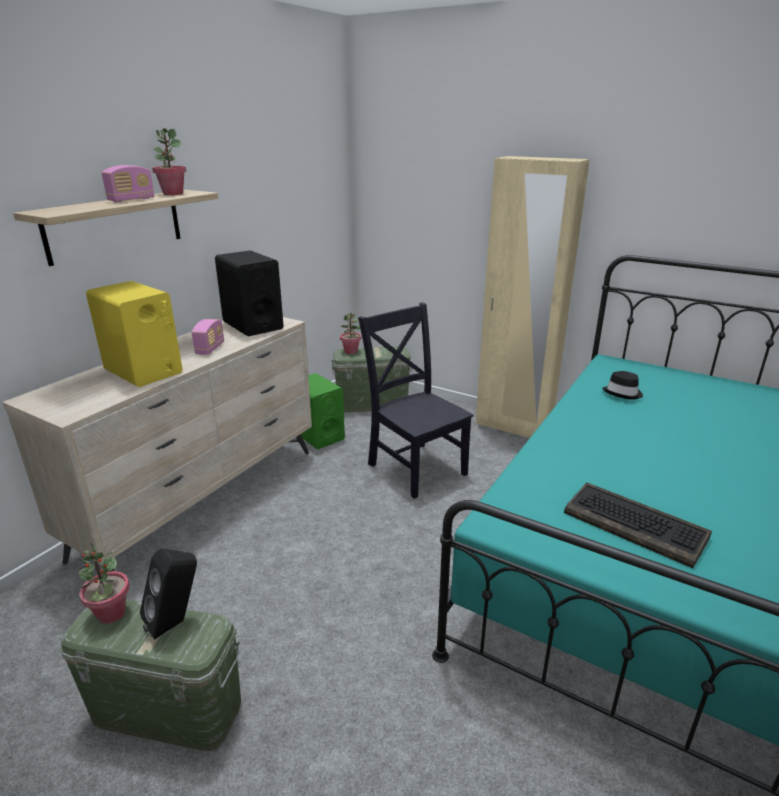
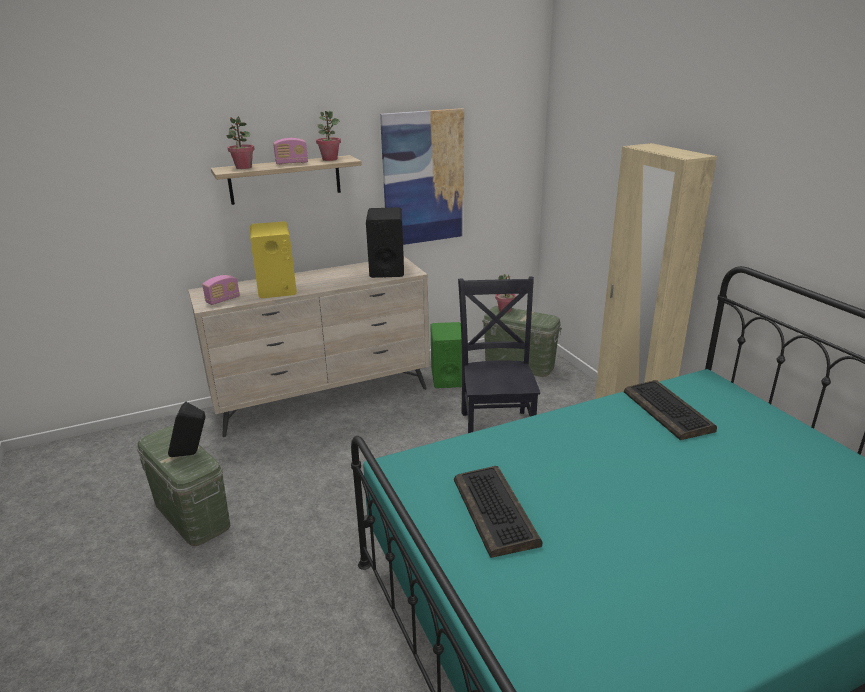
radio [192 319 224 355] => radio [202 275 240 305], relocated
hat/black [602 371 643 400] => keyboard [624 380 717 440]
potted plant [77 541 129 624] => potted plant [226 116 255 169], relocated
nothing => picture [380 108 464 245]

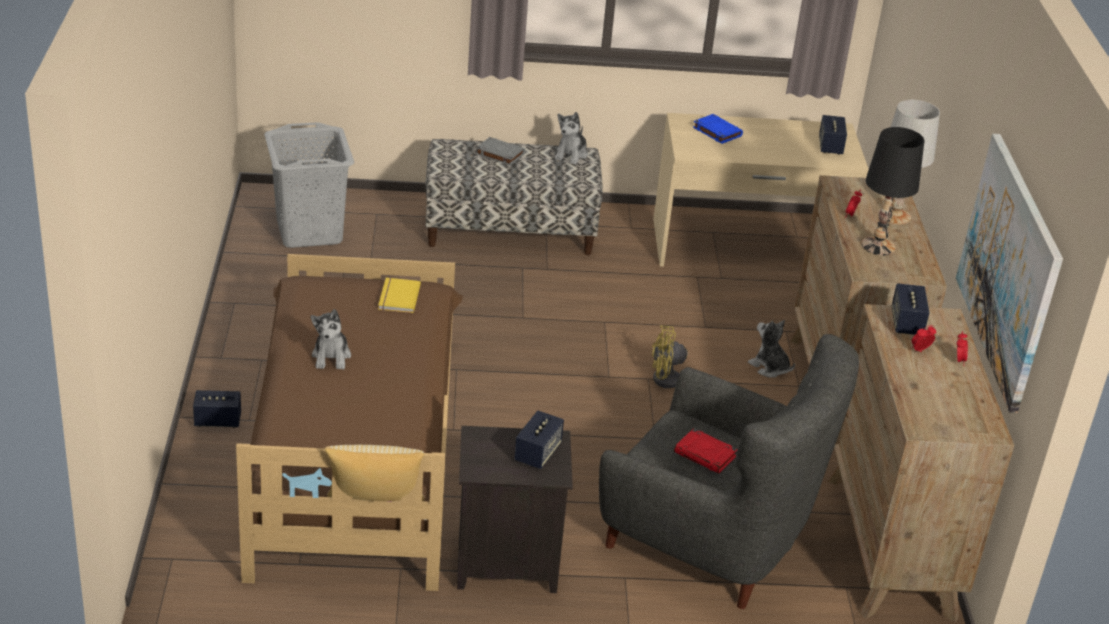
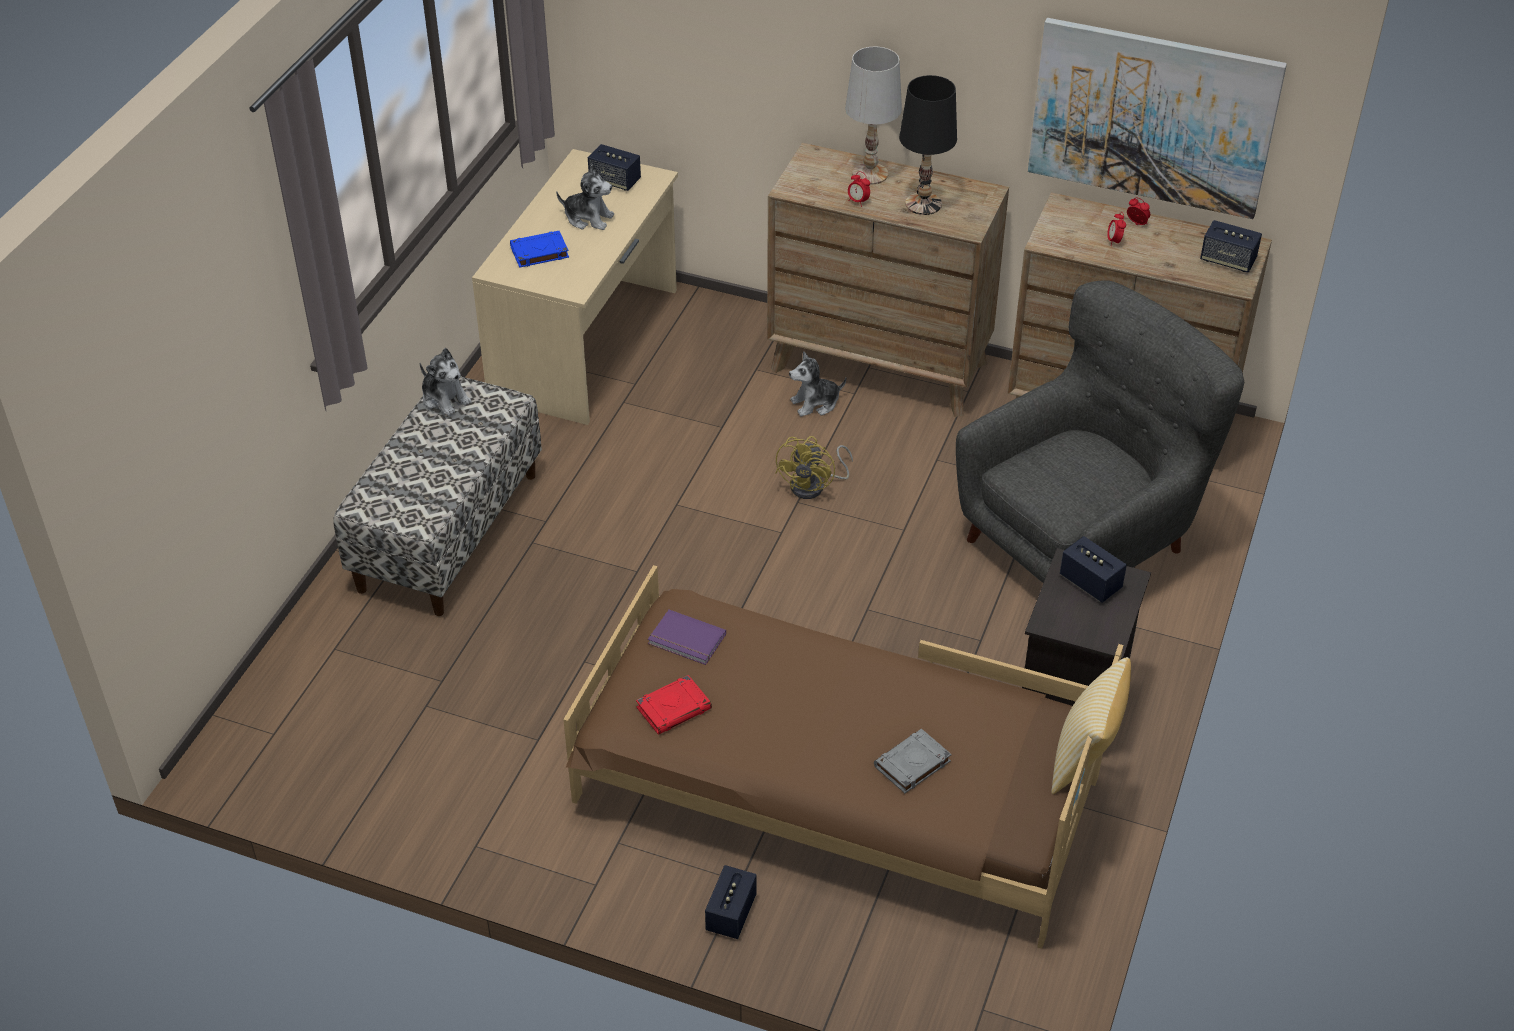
laundry basket/grey [264 122 354 248] => nothing
book/grey [476 137 525 166] => book/grey [874 729 951 793], relocated
book/yellow [378 278 421 313] => book/purple [648 610 726 665]
speaker [892 283 929 335] => speaker [1200 220 1262 272], relocated
plush toy [311 309 351 370] => plush toy [556 164 614 230], relocated
book/red [674 428 738 473] => book/red [636 675 712 735], relocated

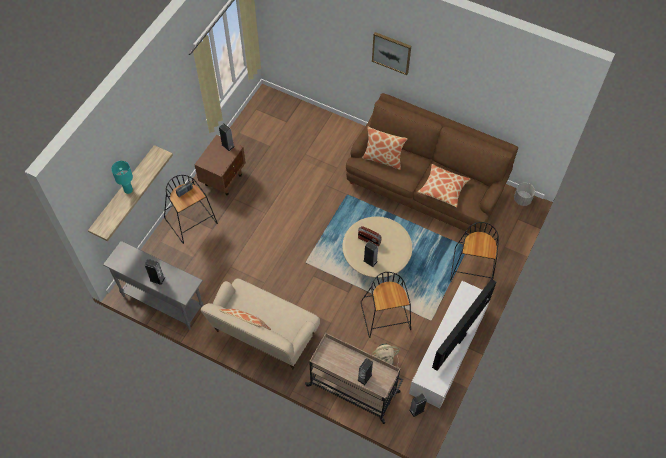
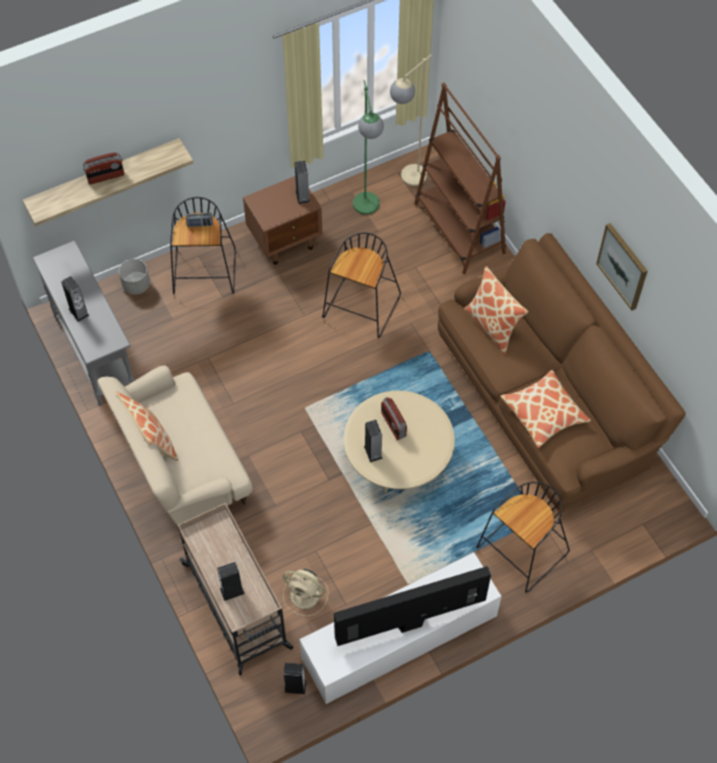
picture [372 32 411 75] => picture [596 223 647 310], relocated
table lamp/turquoise [111 161 133 194] => radio [83 152 124 184]
planter/grey [514 183 535 206] => planter/grey [119 259 150 295], relocated
stool/black [361 272 411 338] => stool/black [322 233 401 338], relocated
nothing => floor lamp/beige [390 54 432 186]
nothing => floor lamp/green [353 80 384 215]
nothing => bookcase/brown [414 82 506 274]

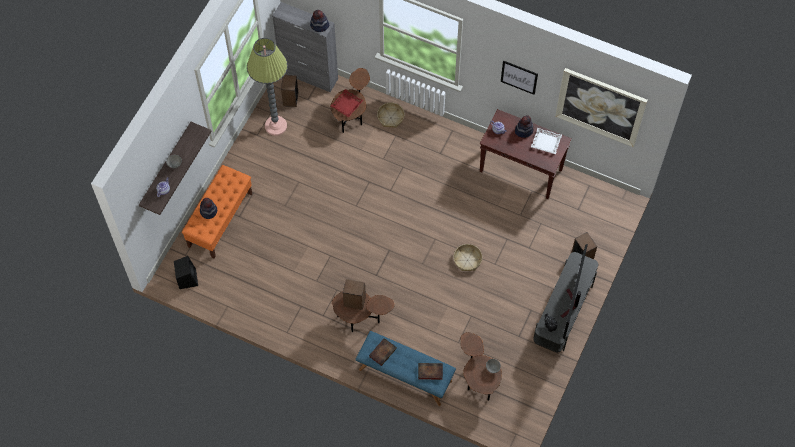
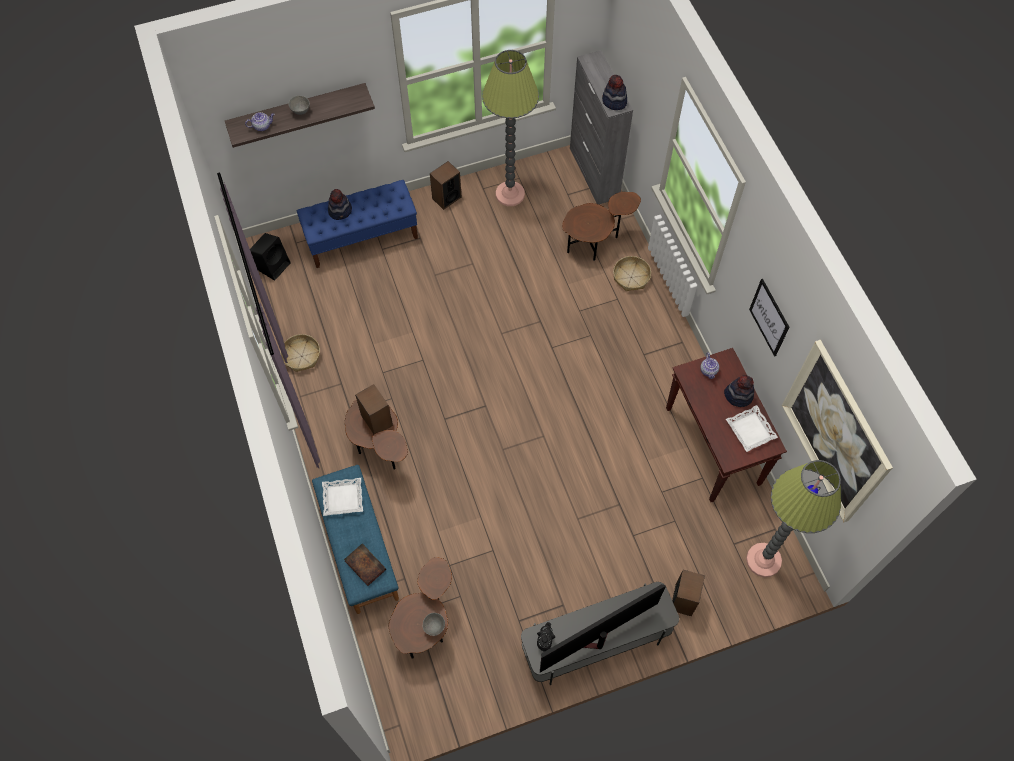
speaker [281 75 298 107] => speaker [430 161 461 210], relocated
tray/red [331 89 364 118] => nothing
bench/orange [182 165 252 259] => bench/blue [297 180 418 268]
basket [453 244 482 271] => basket [280 334 320 372], relocated
book [369 338 397 366] => tray/white [322 478 363 516]
nothing => floor lamp [746 460 841 577]

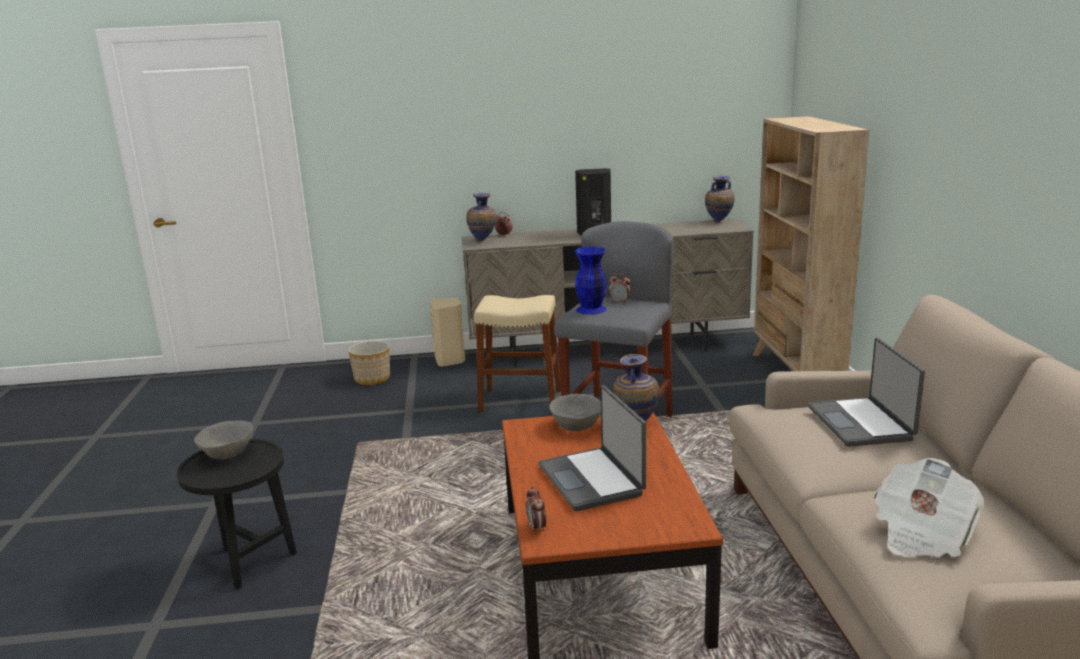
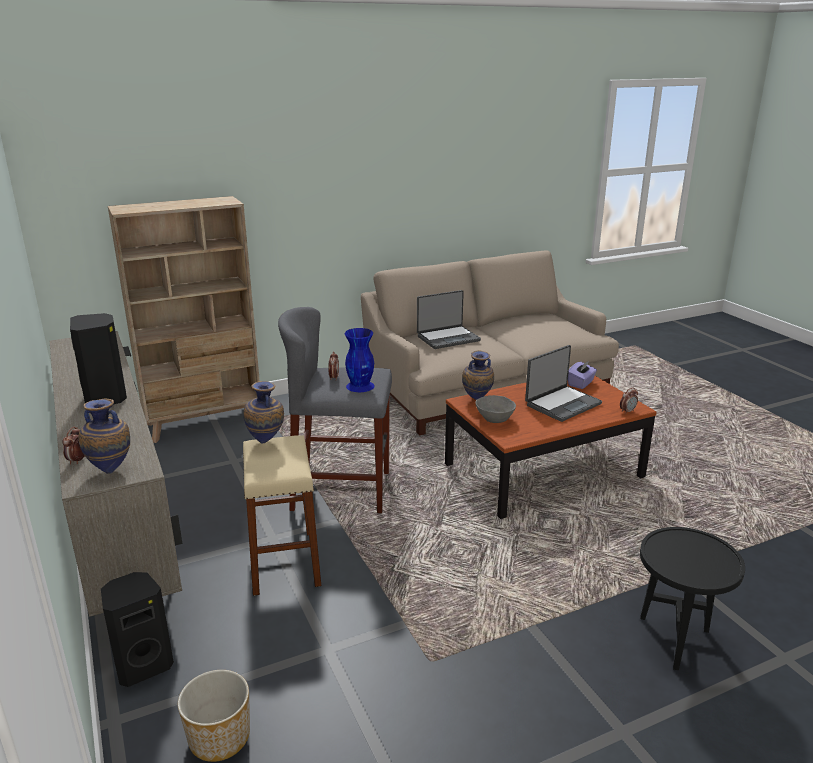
vase [705 175 734 222] => vase [243 381 284 444], relocated
speaker/beige [430 298 465 367] => speaker/black [101 572 174 687]
bowl/grey [194 421 253 460] => nothing
newspaper [874 458 985 557] => nothing
nothing => tissue box/purple [568 360 597 389]

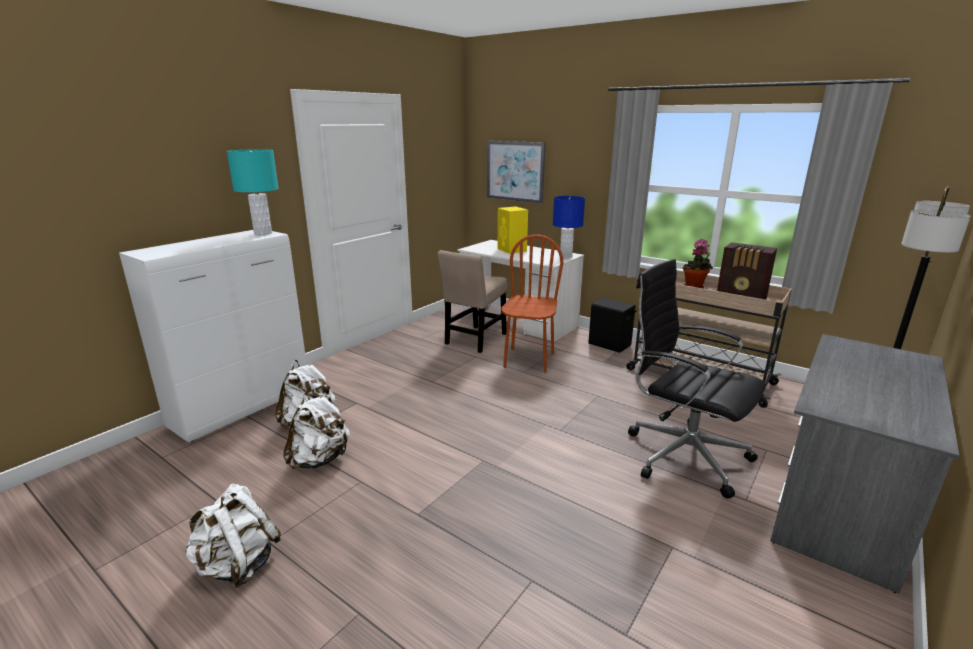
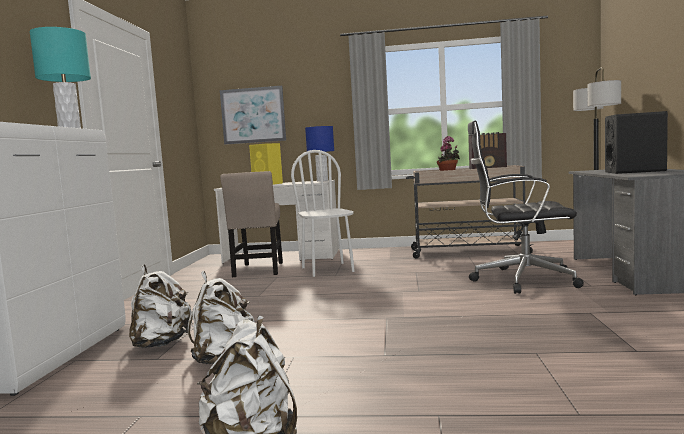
chair/brown [501 234 563 373] => chair/white [291 150 355 277]
speaker/black [588 298 637 353] => speaker/black [605 111 668 174], relocated

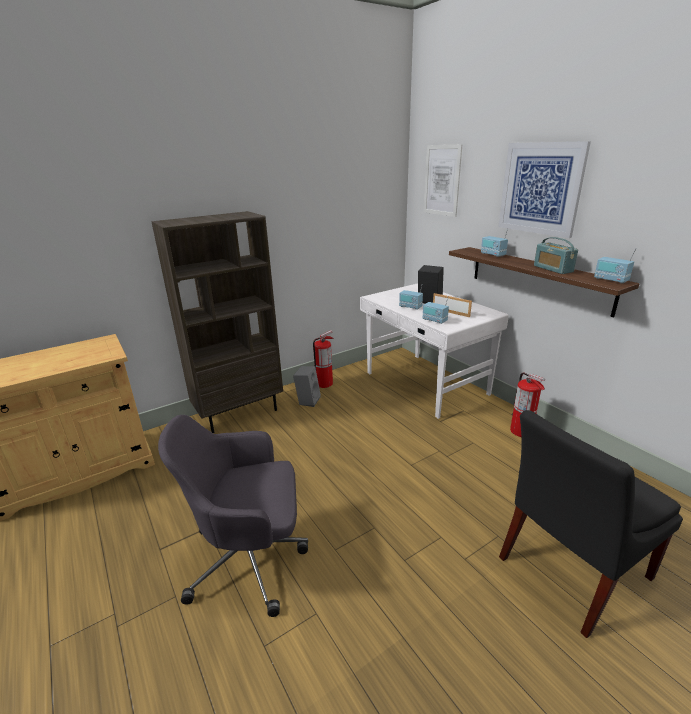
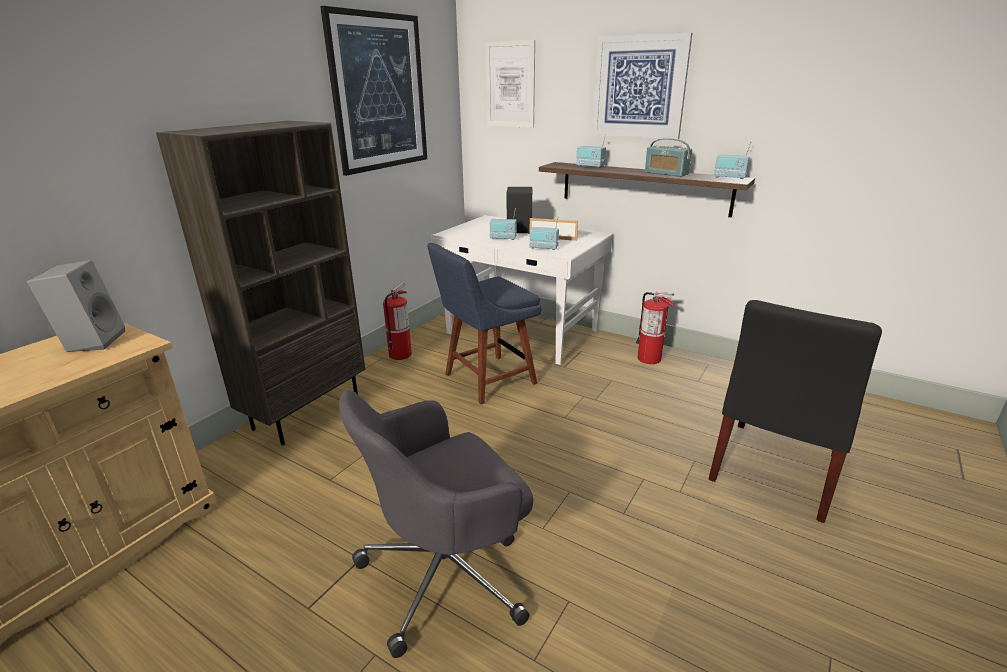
speaker/grey [293 366 321 407] => speaker/grey [27 260 125 352], relocated
nothing => picture [320 6 427 176]
nothing => chair/blue [427 243 542 404]

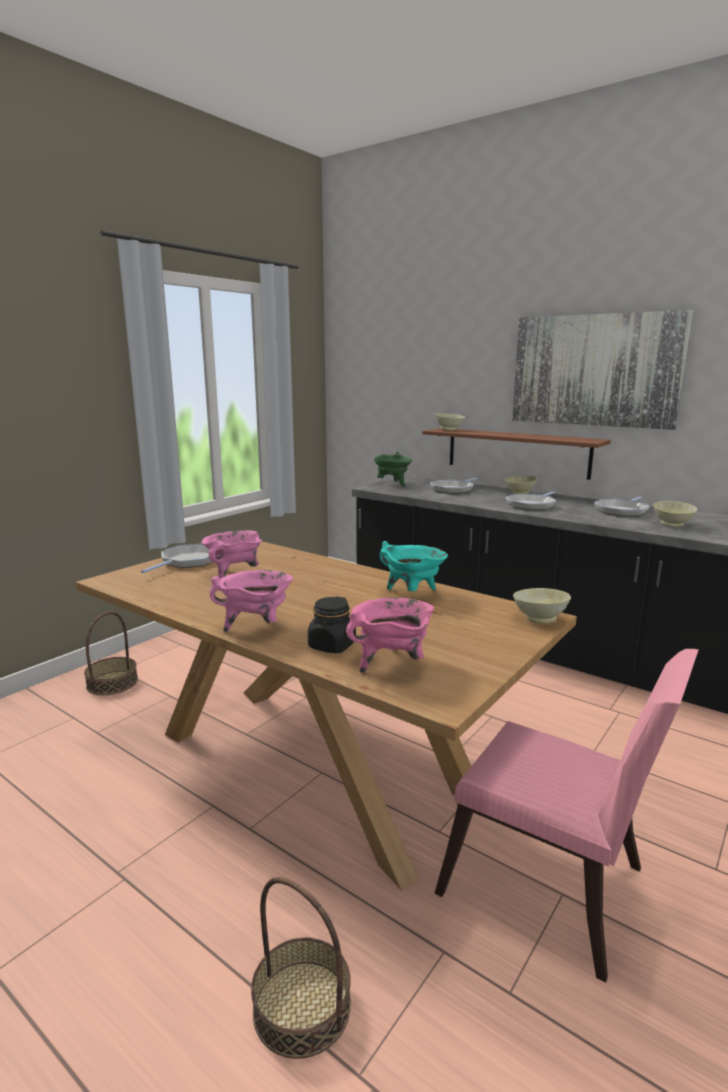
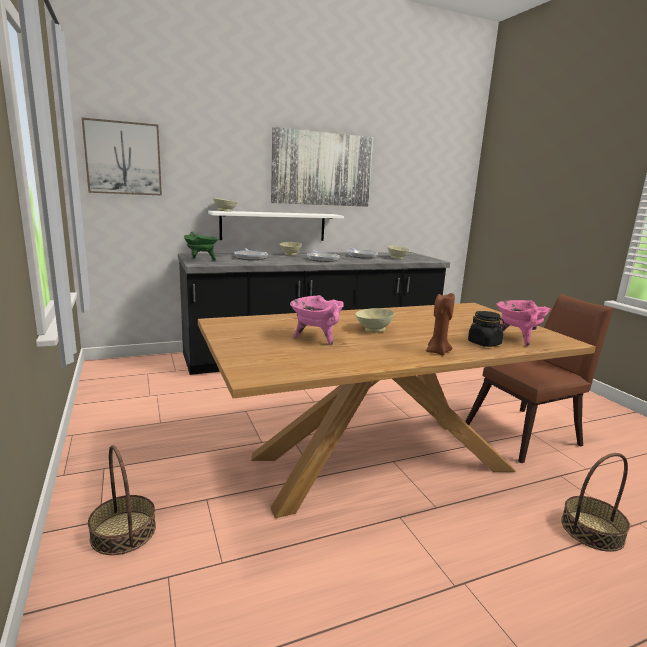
shelf/brown [422 428 611 480] => shelf/white [208 211 344 241]
cooking pot/turquoise [380 541 448 591] => nothing
frying pan [141 544 212 573] => nothing
cooking pot/pink [210 570 293 632] => candle/brown [426 293 455 355]
bowl/beige [513 588 571 624] => bowl/beige [355 308 395 333], relocated
chair/pink [435 649 698 982] => chair/brown [465 294 614 463]
nothing => picture [82 118 162 195]

